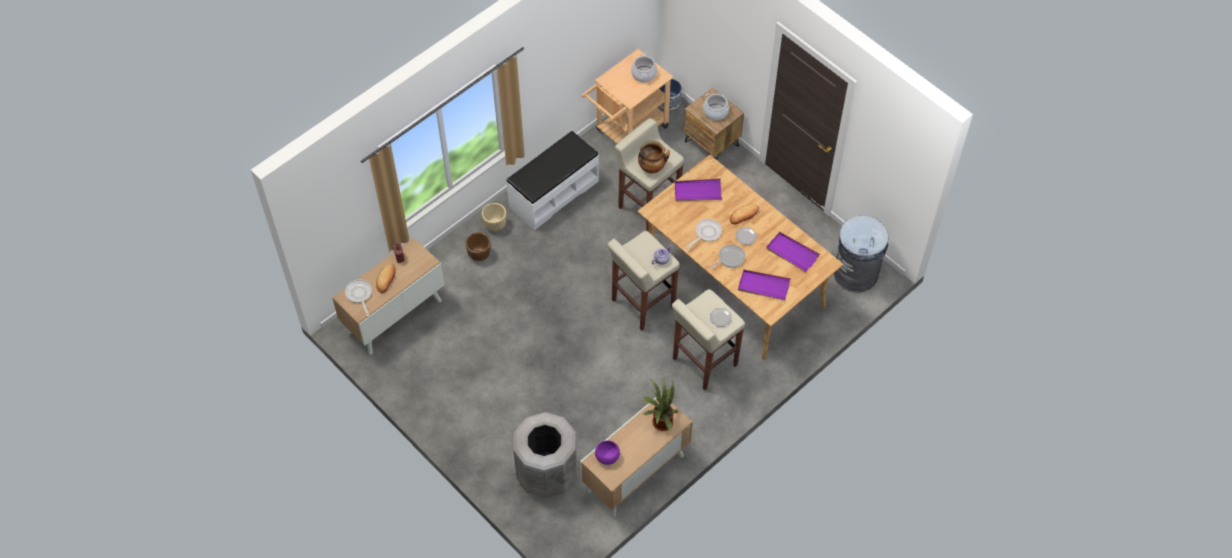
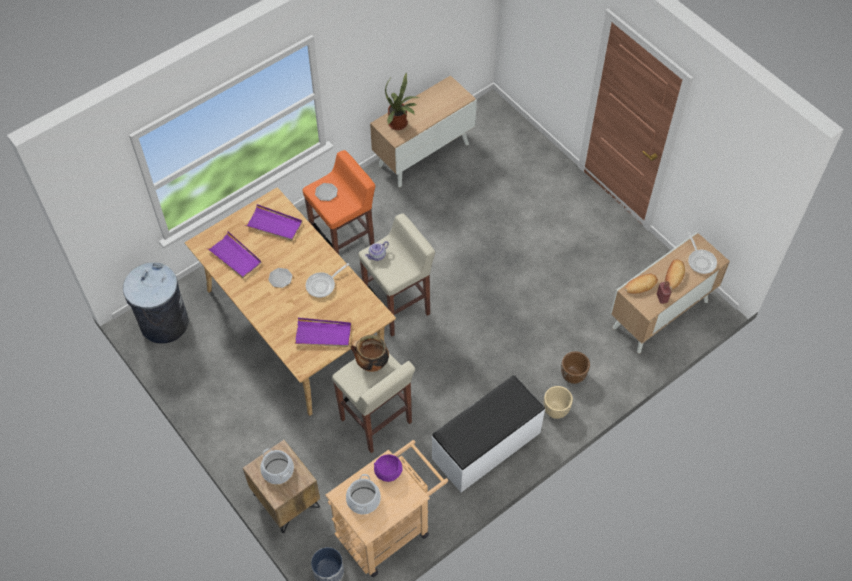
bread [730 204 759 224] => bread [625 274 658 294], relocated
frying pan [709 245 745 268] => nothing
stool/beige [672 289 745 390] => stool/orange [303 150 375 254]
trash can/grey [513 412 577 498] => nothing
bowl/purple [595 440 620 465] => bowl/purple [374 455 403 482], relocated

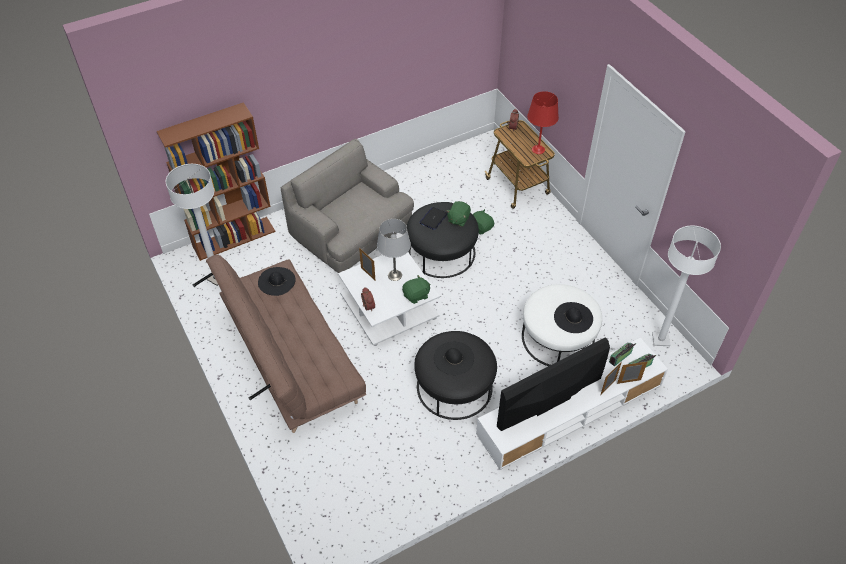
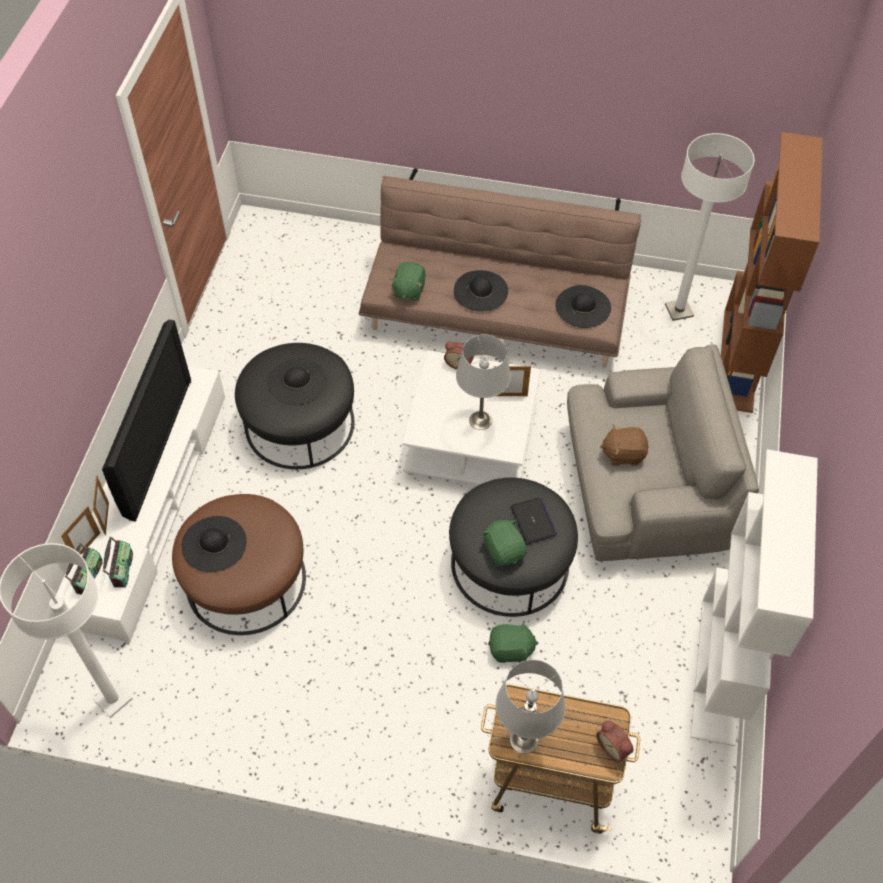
table lamp/red [527 91 559 154] => table lamp/grey [496 660 565 754]
plush toy/green [402 275 431 304] => plush toy/green [390 262 426 301], relocated
ottoman/white [522 284 602 366] => ottoman/brown [172 494 306 635]
nothing => hat/black [454 270 508 312]
nothing => plush toy/brown [600 425 649 466]
nothing => bookcase/white [691 449 818 746]

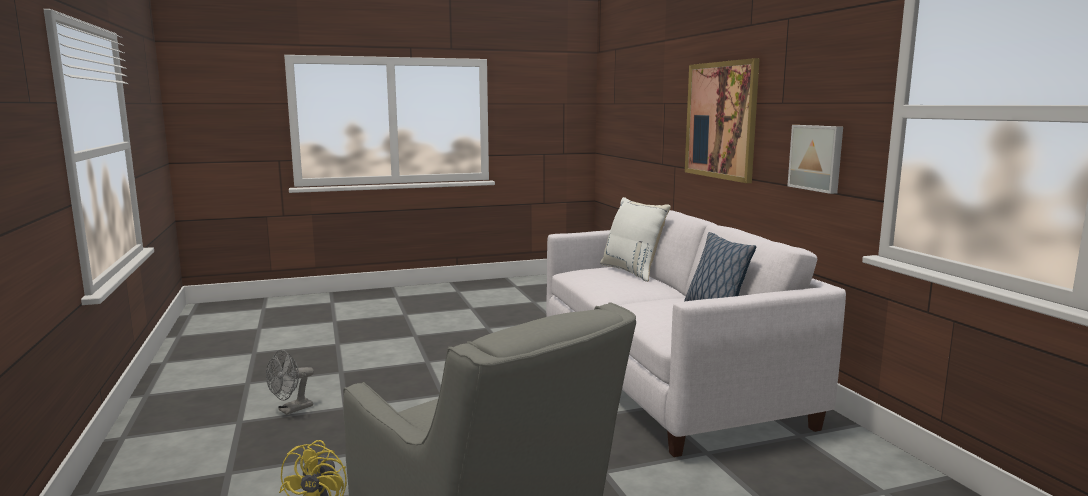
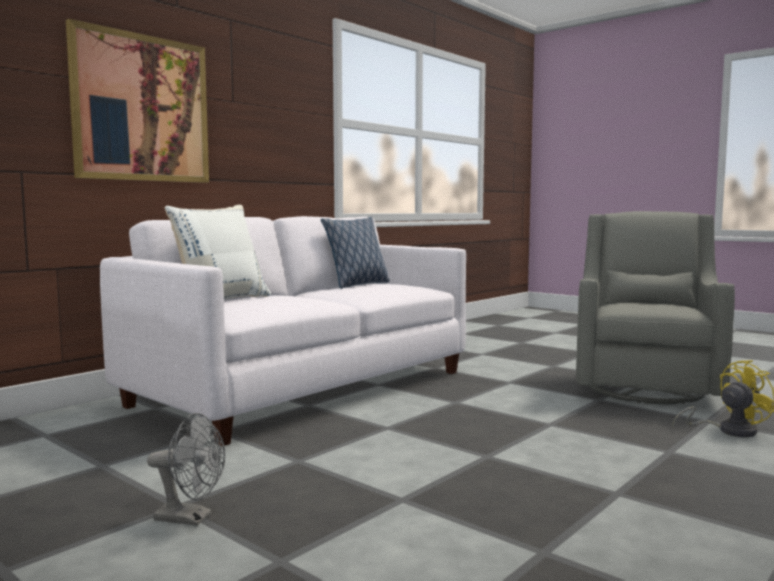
picture [787 125 843 194] => nothing
fan/grey [266 350 314 415] => fan/grey [147 413 225 526], relocated

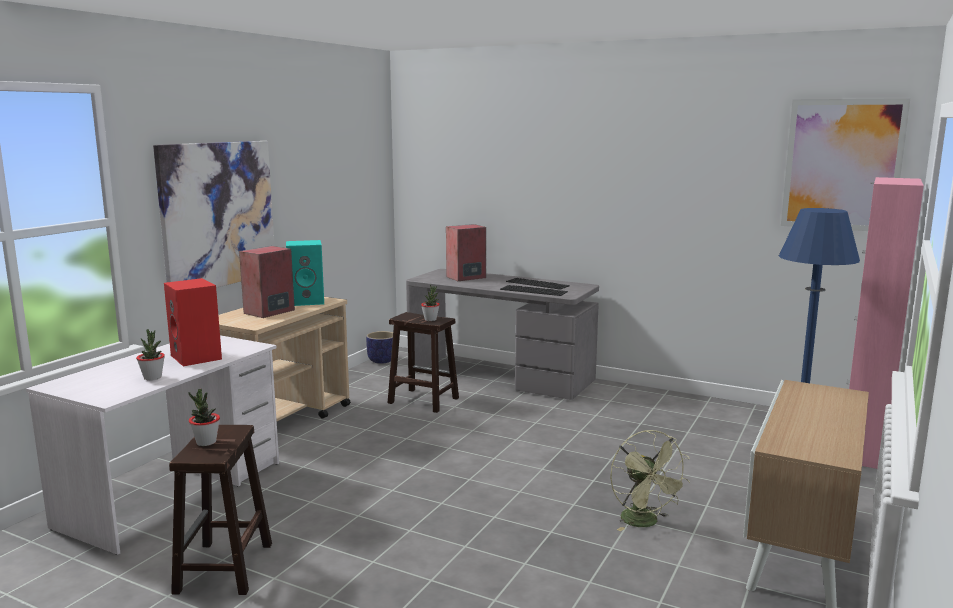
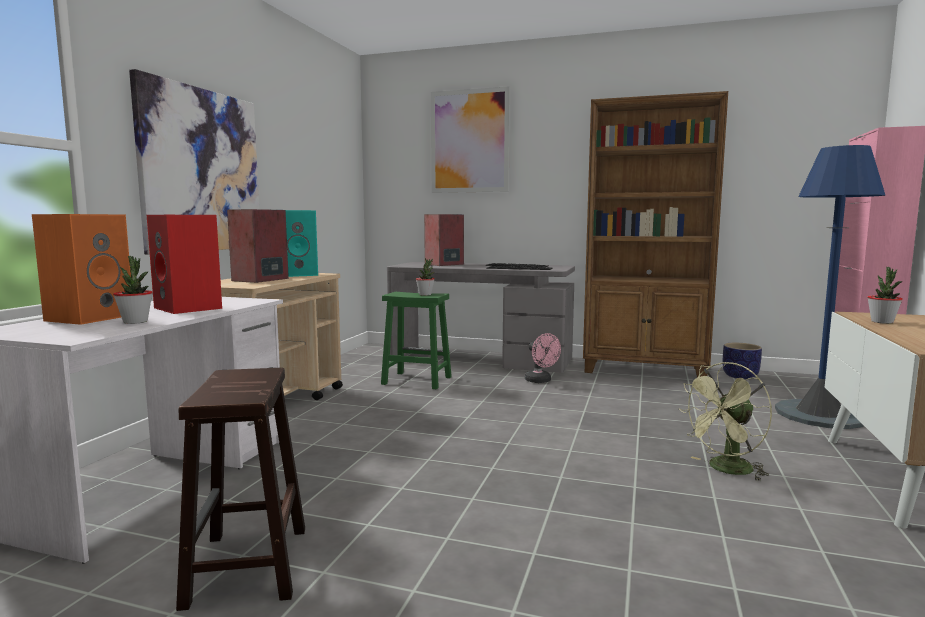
picture [781 98 910 231] => picture [431 86 510 193], relocated
stool/brown [388 312 459 413] => stool/green [381 292 452 389]
planter [366 331 393 364] => planter [723 343 762 379], relocated
potted plant [188 389 220 446] => potted plant [868 267 903 324], relocated
fan/green [610 430 690 531] => fan/green [679 362 772 482], 90 degrees clockwise
nothing => bookcase/brown [583 91 728 377]
nothing => speaker/orange [32 214 131 325]
nothing => fan/pink [525 333 561 383]

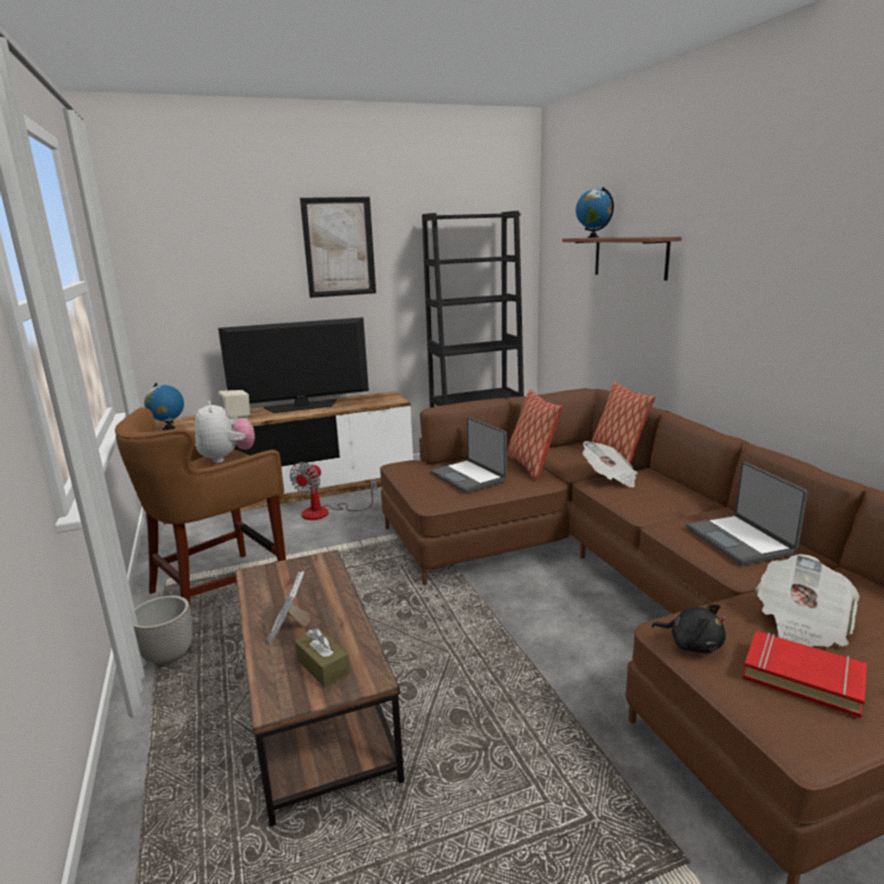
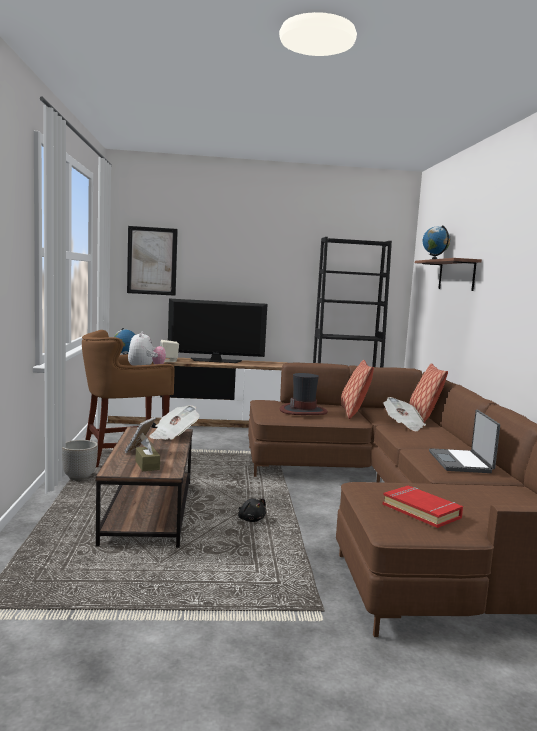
picture [300 197 376 298] => picture [127 226 178 296], relocated
laptop [430 417 507 493] => hat [280 373 328 415]
fan [290 462 377 520] => nothing
newspaper [756 554 859 647] => newspaper [149 405 200 440], relocated
plush toy/black [651 604 726 653] => plush toy/black [238 498 266 522], relocated

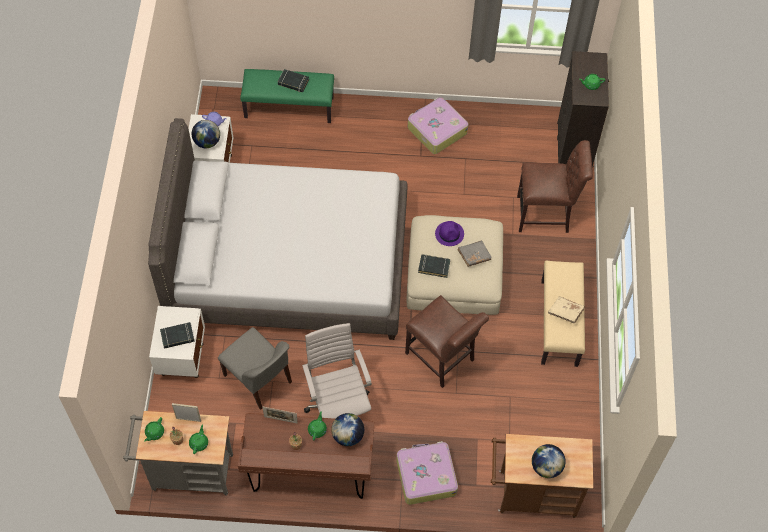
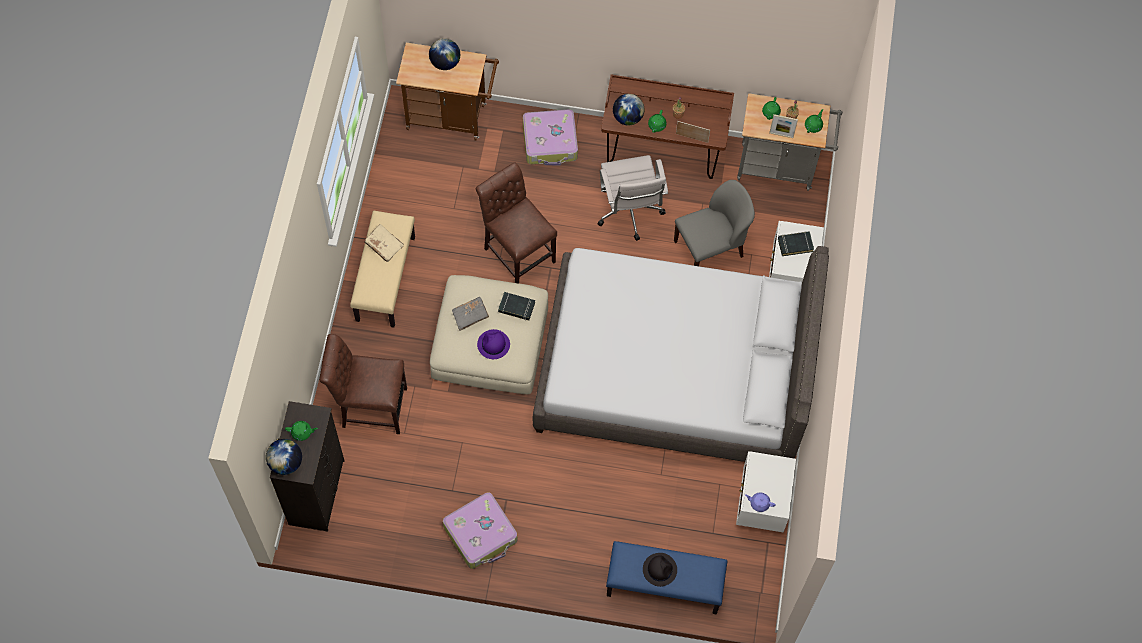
bench/green [240 69 334 123] => bench/blue [606 541 727 614]
book/black [278 69 309 93] => hat/black [643 553 677 587]
globe [192 120 220 148] => globe [266 439 302 475], relocated
chair/grey [218 327 292 410] => chair/grey [674 180 755 266], 105 degrees clockwise

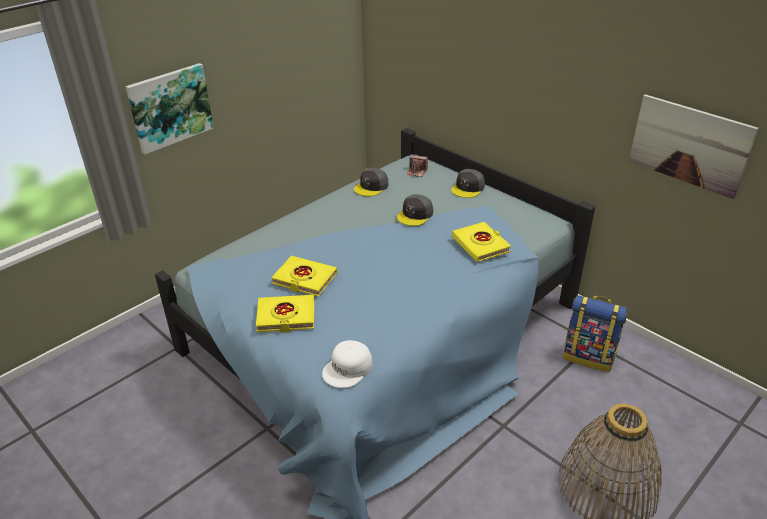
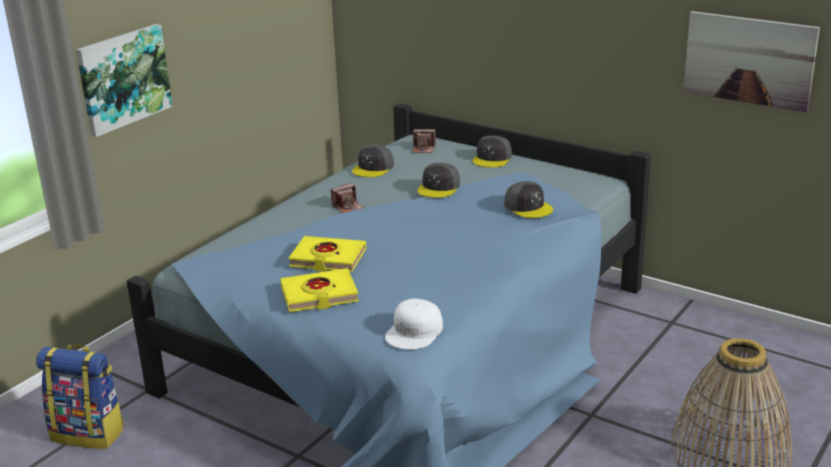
book/yellow [452 222 511 262] => cap/grey [504 181 553 218]
backpack [563 295 627 372] => backpack [36 344 125 449], relocated
nothing => photo camera [331 183 364 213]

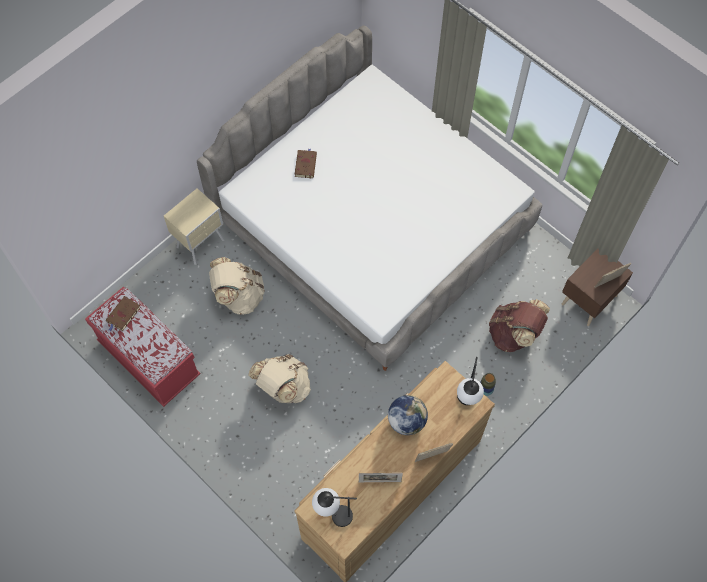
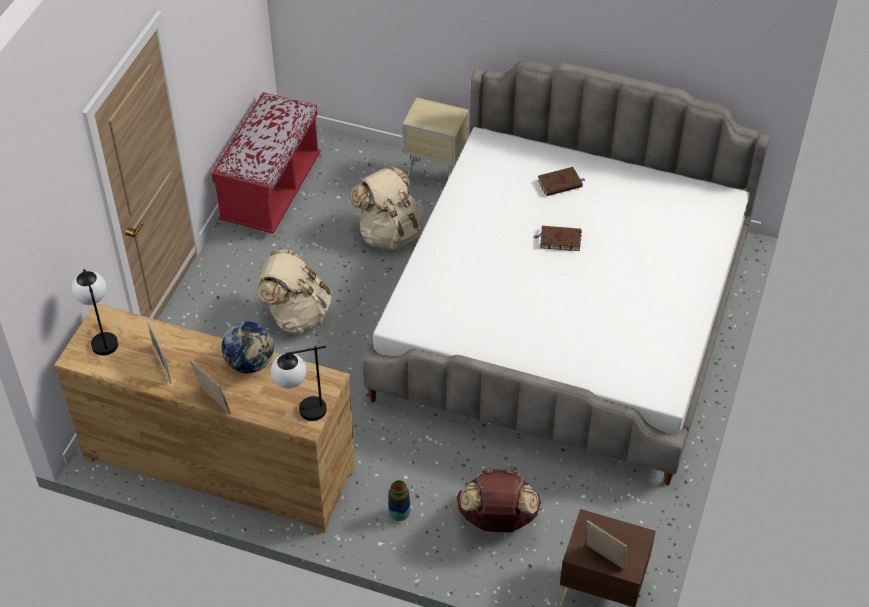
book/brown [106 296 141 331] => book/brown [533 226 582 251], relocated

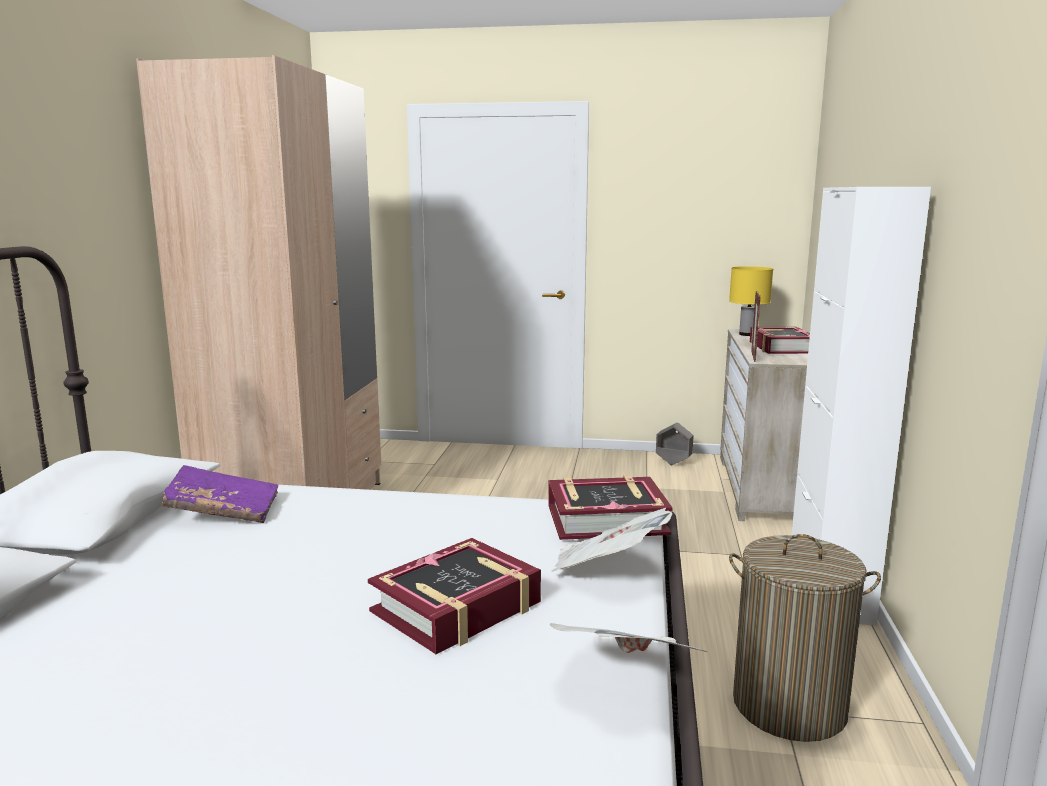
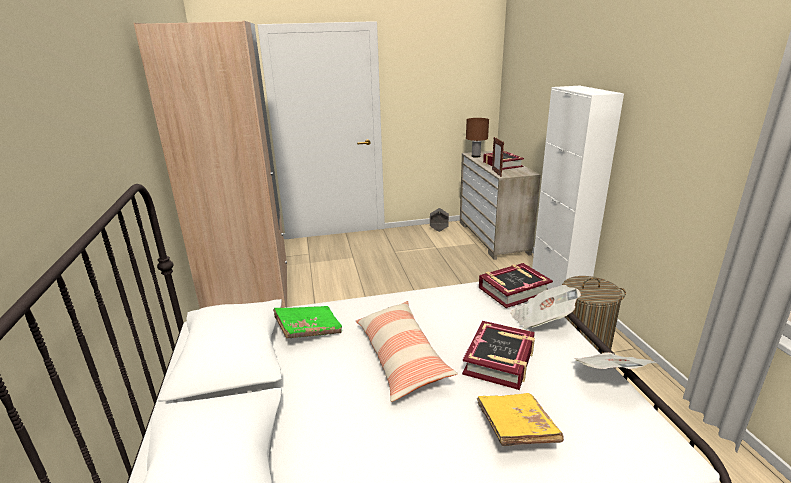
table lamp/yellow [729 266 773 336] => table lamp/brown [466 118 489 158]
book/purple [162 465 278 523] => book/green [273 306 342 338]
nothing => pillow [356 301 458 402]
nothing => book/yellow [477 393 564 446]

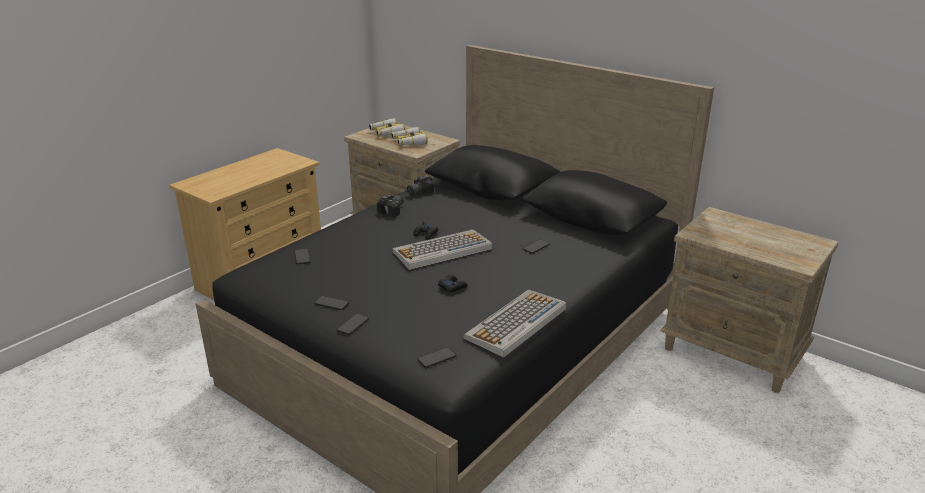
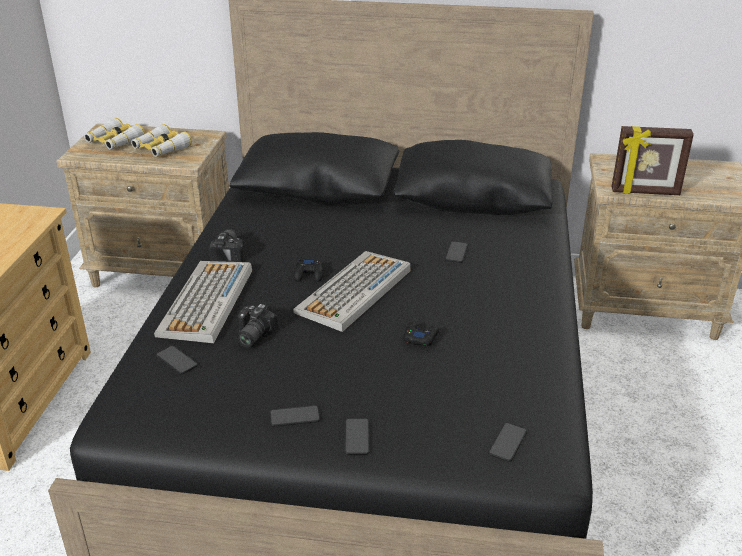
photo camera [407 175 434 195] => photo camera [237 304 278 347], relocated
keyboard [463 289 566 358] => keyboard [154 261 252 343], relocated
nothing => picture frame [611 126 694 195]

